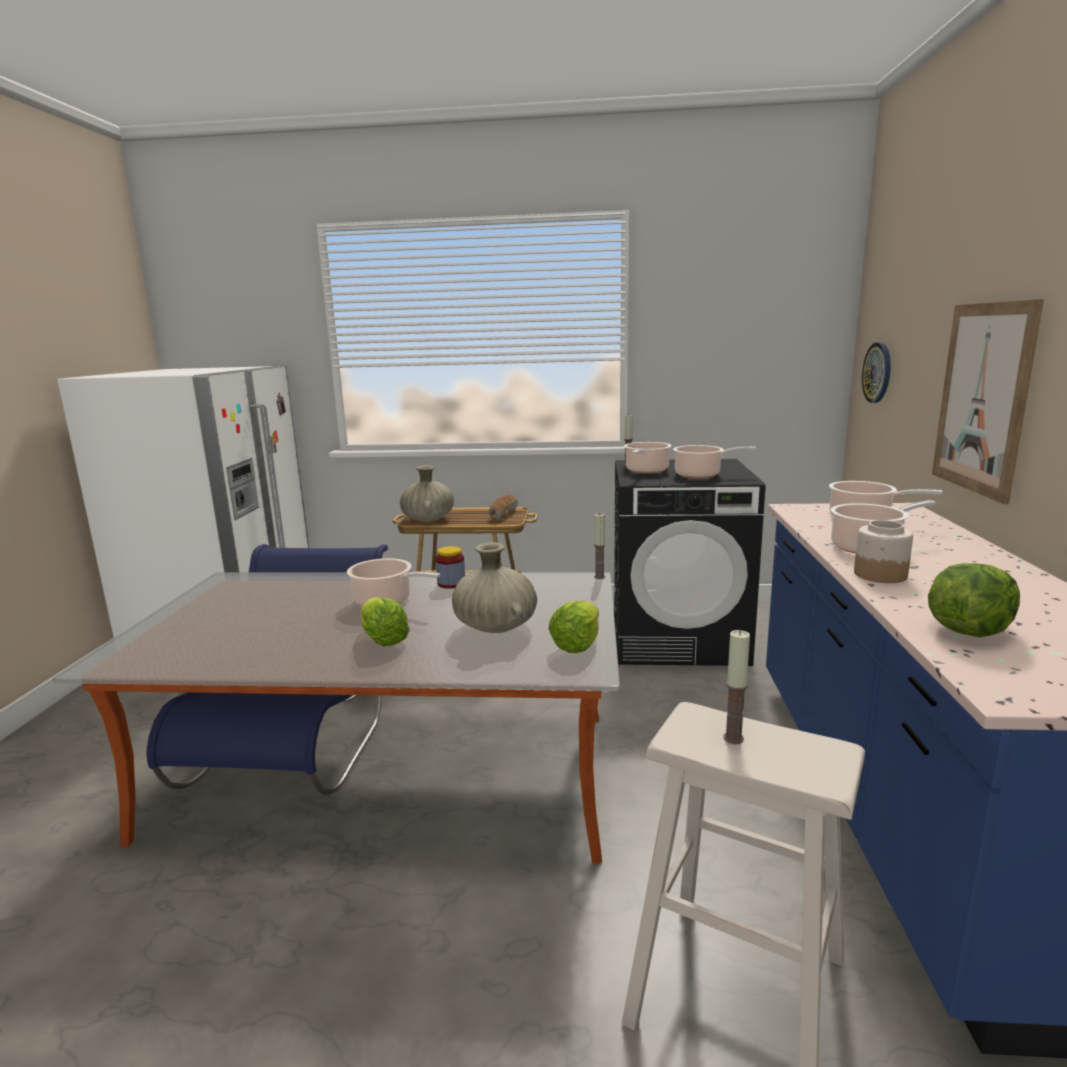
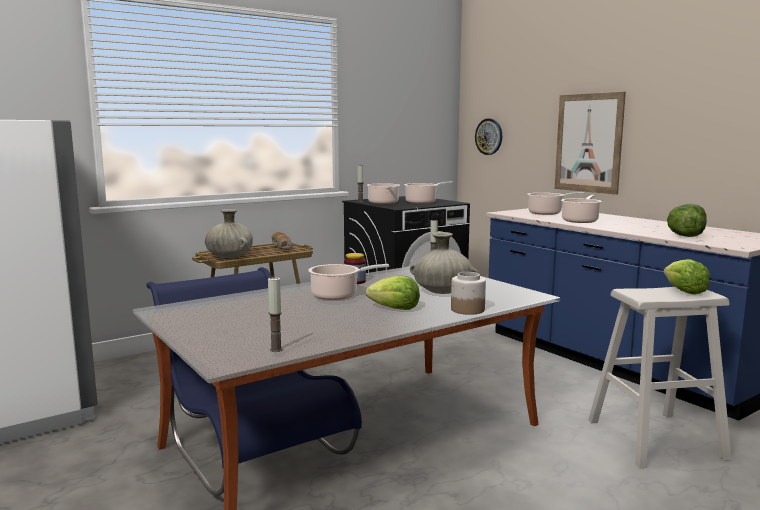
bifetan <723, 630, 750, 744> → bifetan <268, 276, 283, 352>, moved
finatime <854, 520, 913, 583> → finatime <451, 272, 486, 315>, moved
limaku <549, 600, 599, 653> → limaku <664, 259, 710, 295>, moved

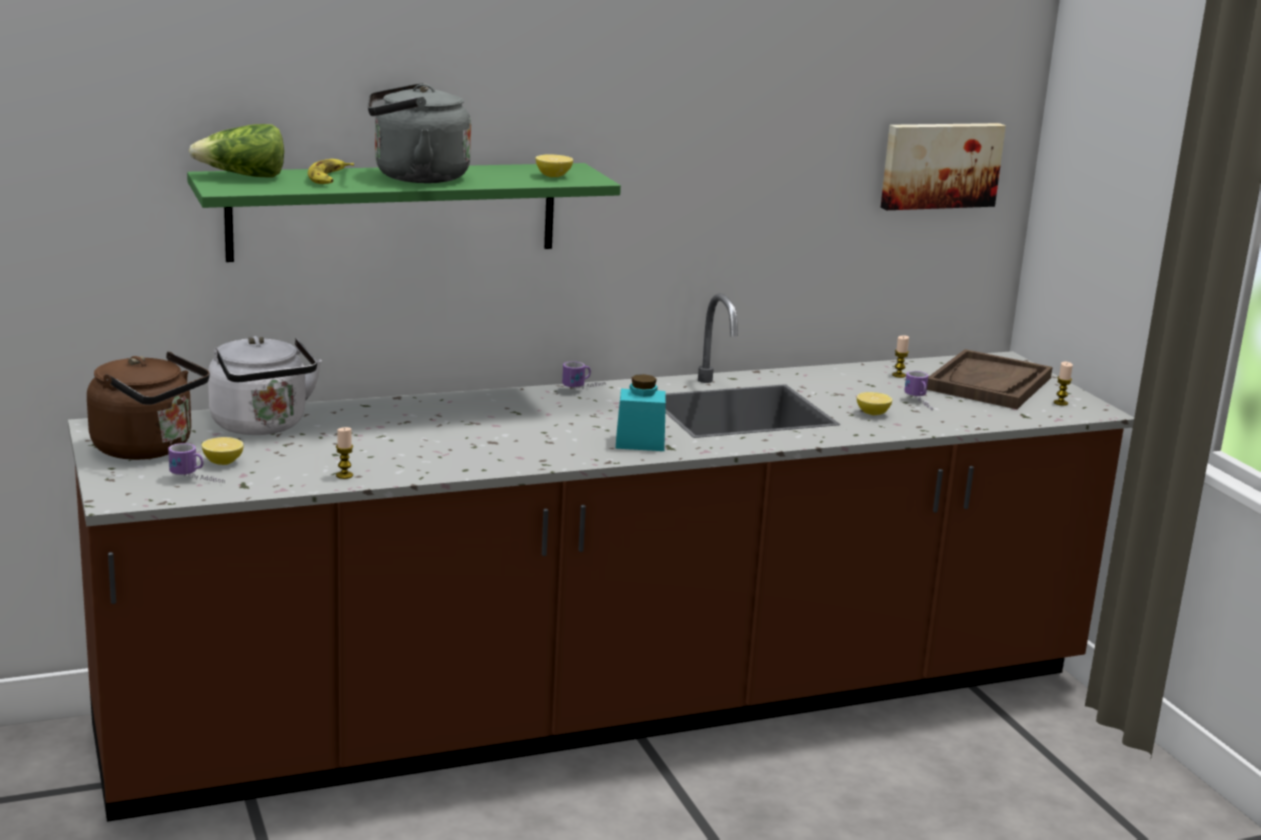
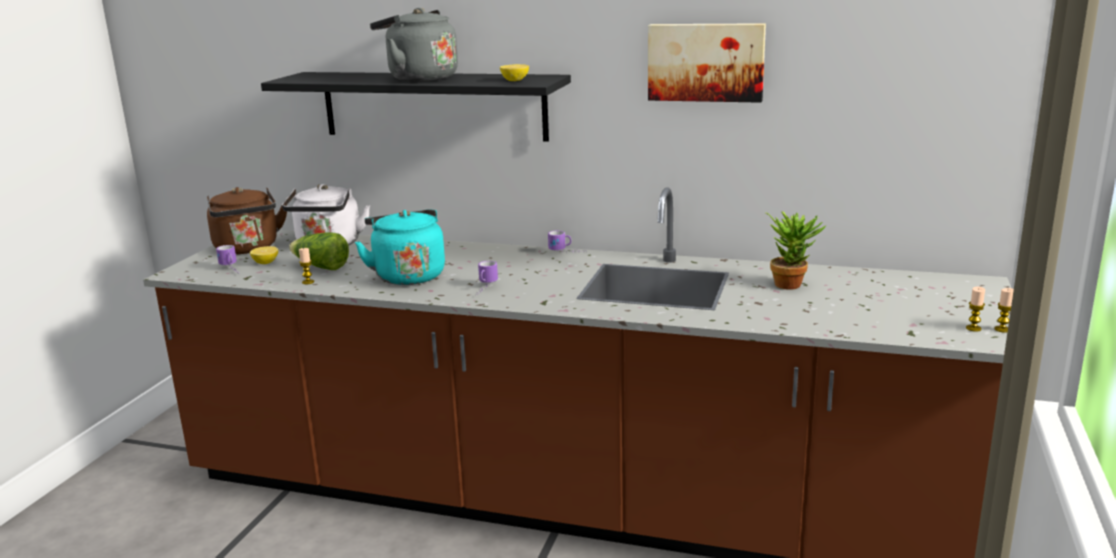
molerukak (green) <187, 163, 621, 262> → molerukak (black) <261, 72, 571, 142>
limaku <189, 124, 284, 178> → limaku <289, 232, 349, 270>, moved
- → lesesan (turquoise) <355, 209, 445, 285>
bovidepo <904, 371, 933, 410> → bovidepo <476, 261, 498, 295>, moved
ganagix <881, 123, 1006, 210> → ganagix <648, 23, 766, 103>, moved
- → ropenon <765, 211, 827, 290>
bifetan <892, 335, 909, 378> → bifetan <994, 288, 1014, 333>, moved
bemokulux <308, 159, 354, 184> → -
finatime (turquoise) <616, 374, 666, 451> → -
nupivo <857, 392, 892, 415> → -
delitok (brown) <927, 349, 1053, 409> → -

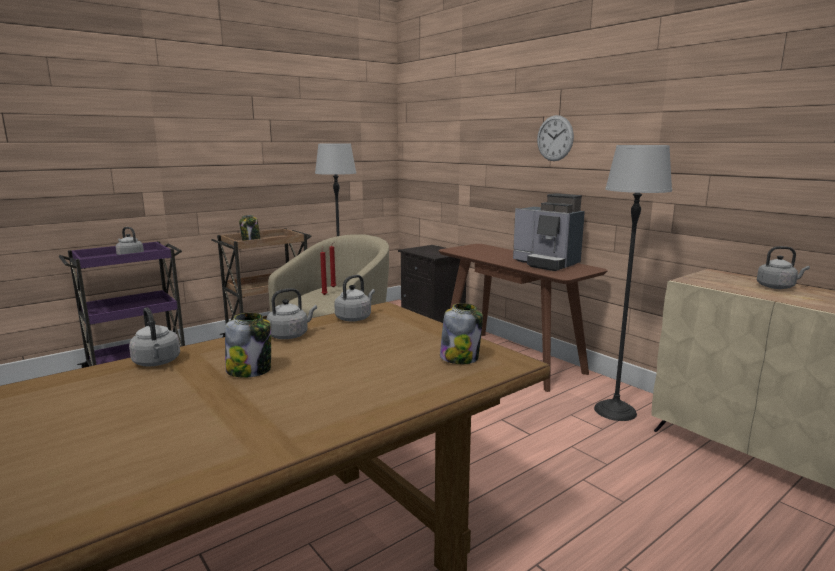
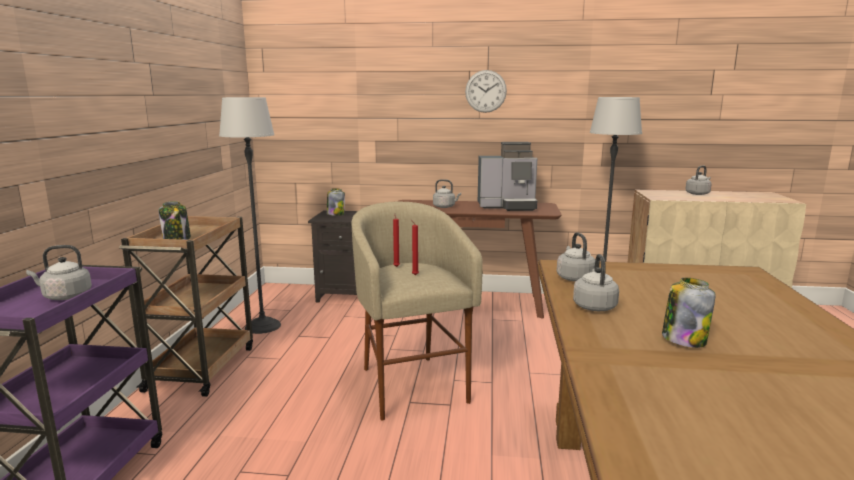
finatime <440, 303, 483, 364> → finatime <327, 188, 345, 216>, moved
lesesan (grey) <129, 307, 180, 367> → lesesan (grey) <433, 179, 461, 208>, moved

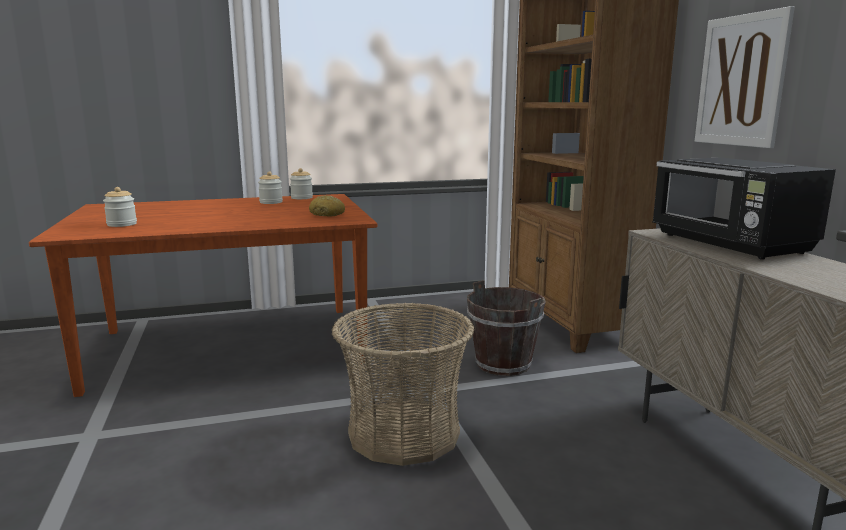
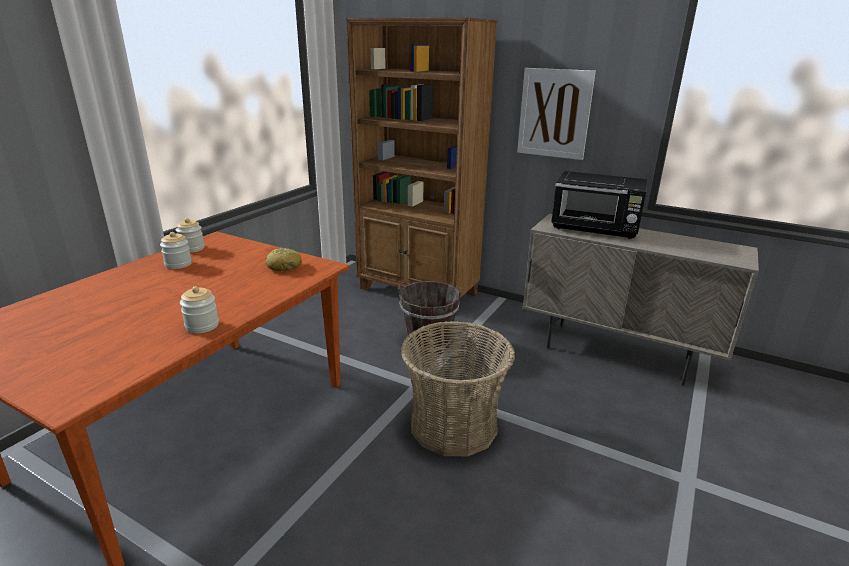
finatime <103, 187, 137, 227> → finatime <180, 286, 219, 333>, moved

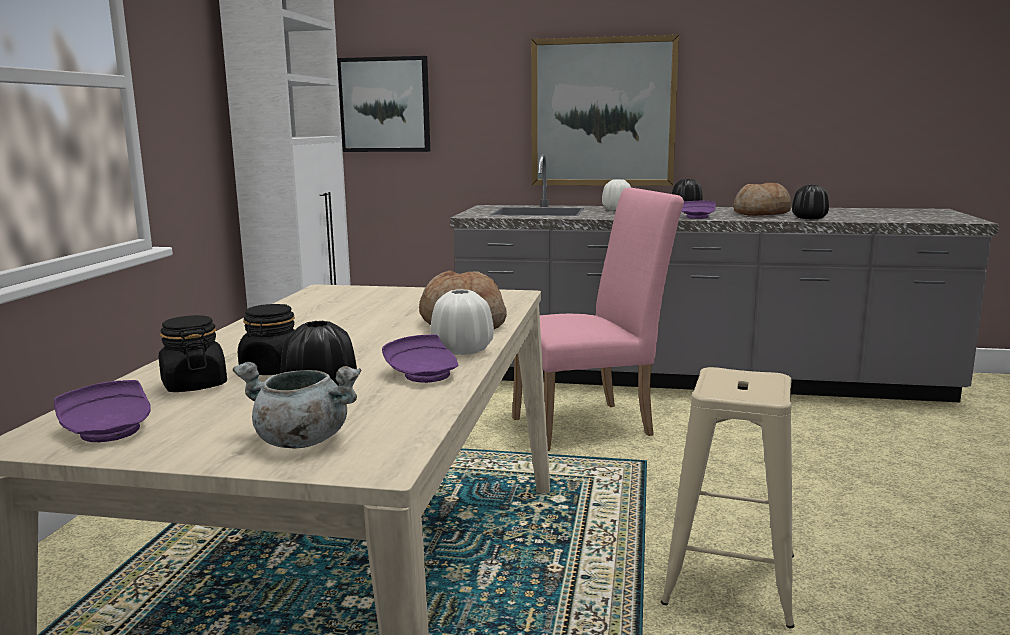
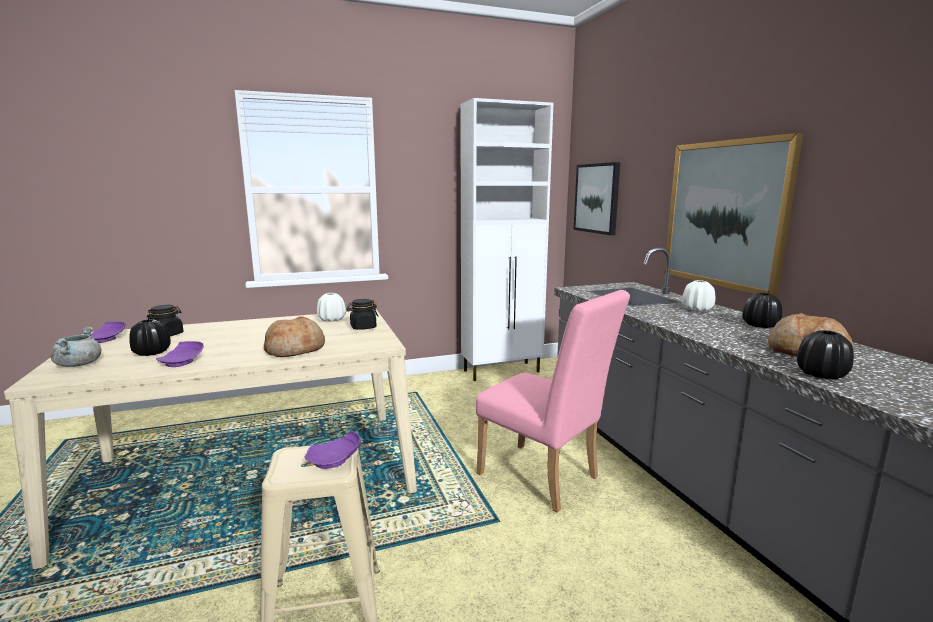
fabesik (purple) <682, 201, 716, 219> → fabesik (purple) <305, 431, 360, 469>, moved
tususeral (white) <430, 289, 494, 355> → tususeral (white) <317, 293, 346, 322>, moved
finatime (black) <238, 304, 295, 375> → finatime (black) <346, 299, 378, 330>, moved

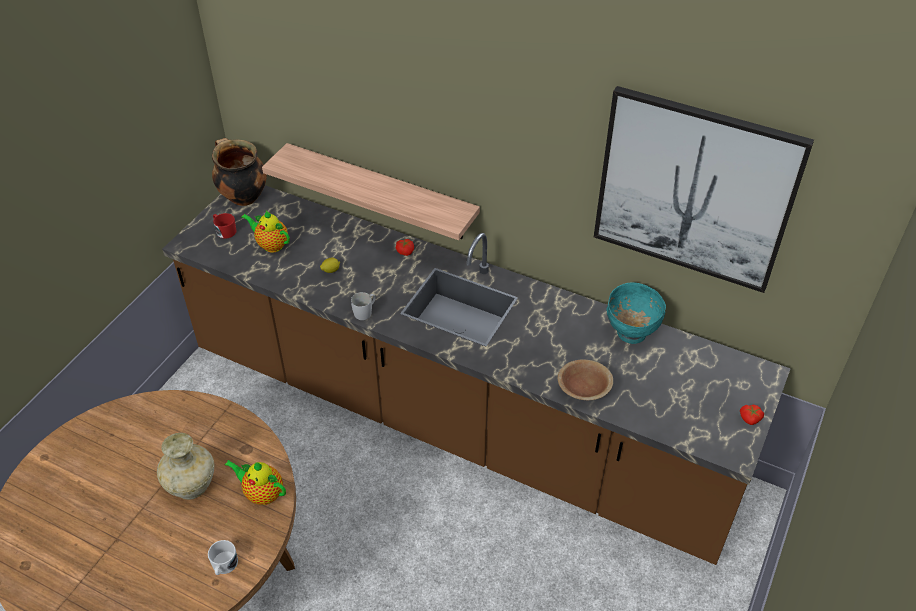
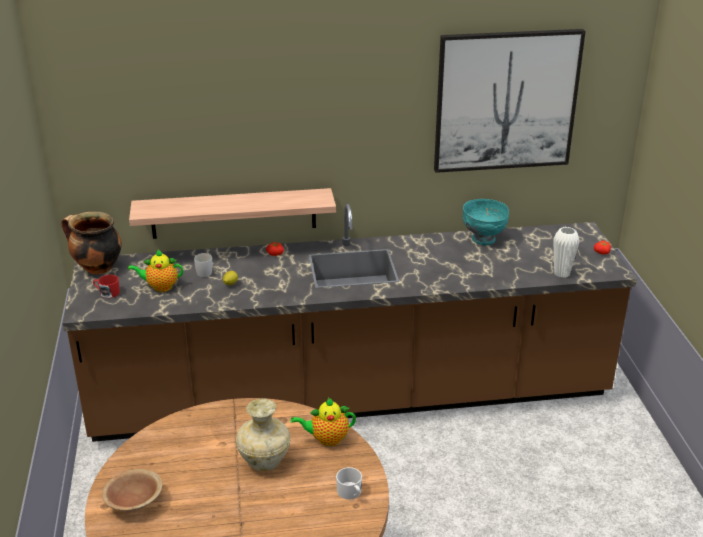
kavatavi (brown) <558, 359, 613, 400> → kavatavi (brown) <102, 469, 163, 511>, moved
bovidepo (white) <351, 292, 376, 320> → bovidepo (white) <194, 253, 212, 277>, moved
- → tususeral (white) <553, 227, 579, 278>

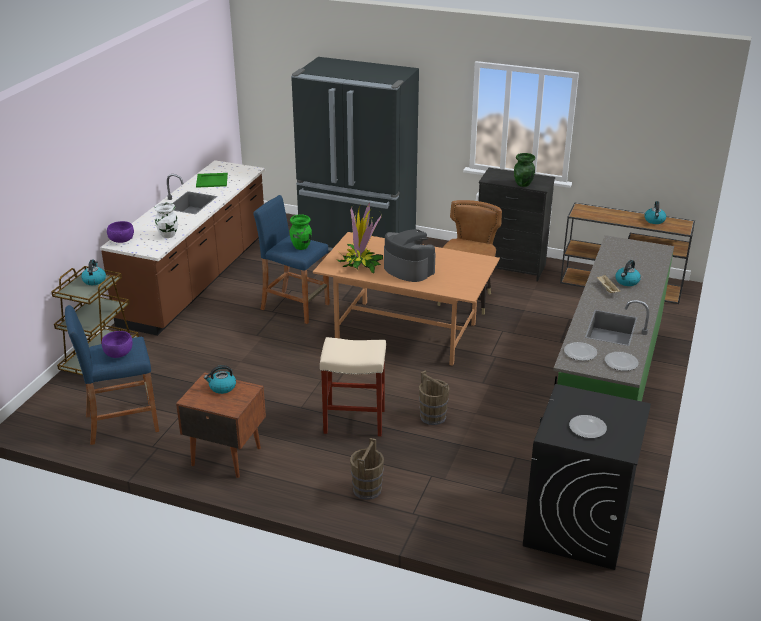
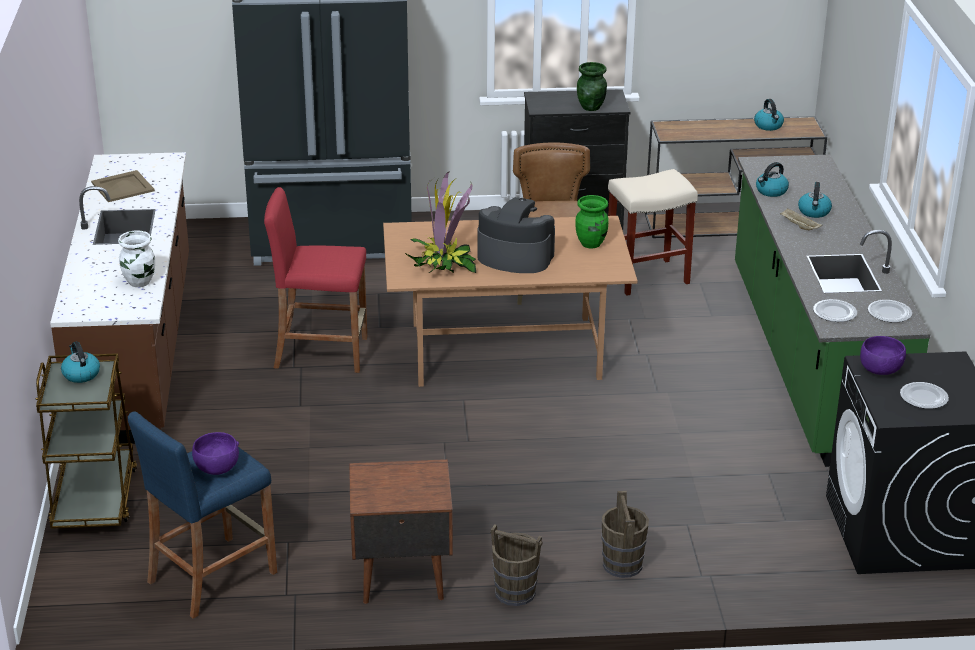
delitok (green) <196, 173, 228, 188> → delitok (beige) <91, 170, 155, 202>
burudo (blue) <254, 195, 330, 324> → burudo (red) <264, 187, 367, 373>
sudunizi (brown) <419, 371, 450, 425> → sudunizi (brown) <490, 524, 543, 606>, moved
tususeral (green) <290, 214, 312, 250> → tususeral (green) <575, 195, 609, 249>, moved
burudo (beige) <320, 337, 386, 436> → burudo (beige) <608, 169, 698, 296>, moved
lesesan <204, 365, 236, 394> → lesesan <756, 162, 789, 197>, moved
kavatavi (purple) <107, 221, 134, 243> → kavatavi (purple) <860, 336, 906, 375>, moved

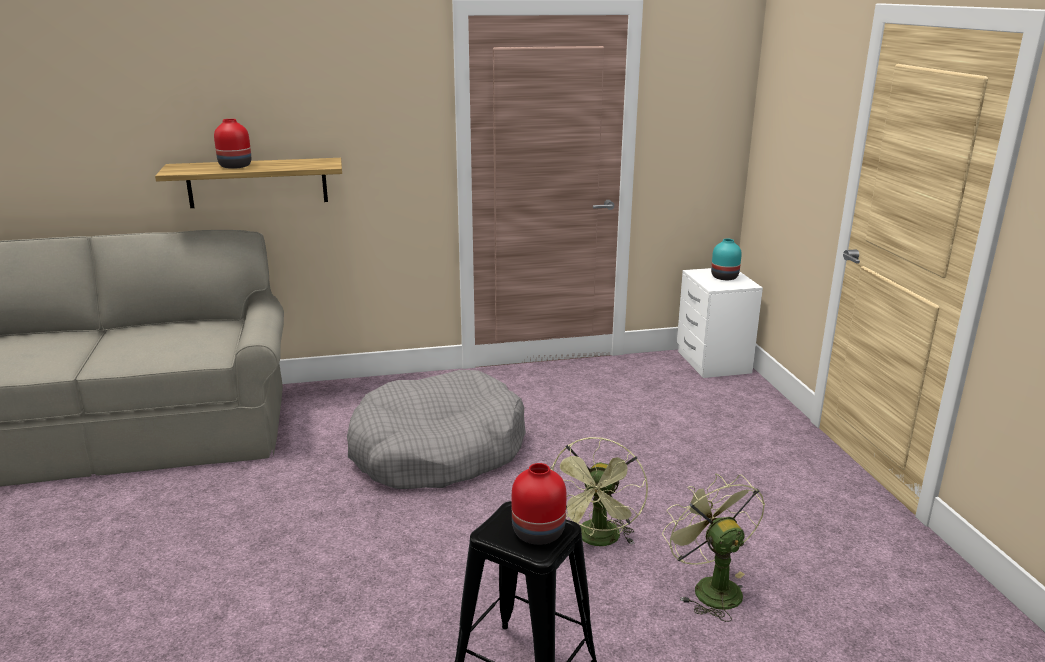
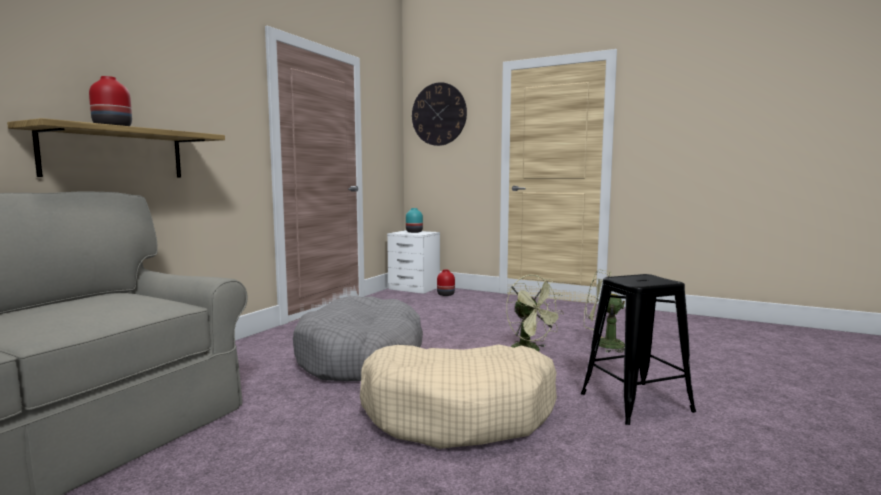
- → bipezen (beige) <360, 344, 557, 449>
- → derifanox <412, 82, 467, 146>
tususeral (red) <512, 463, 567, 545> → tususeral (red) <437, 270, 455, 296>, moved

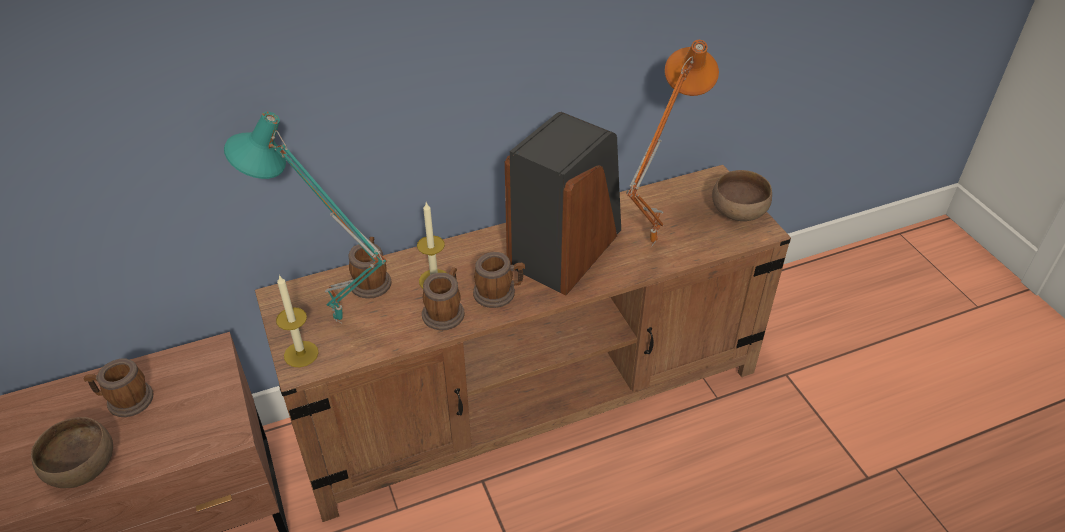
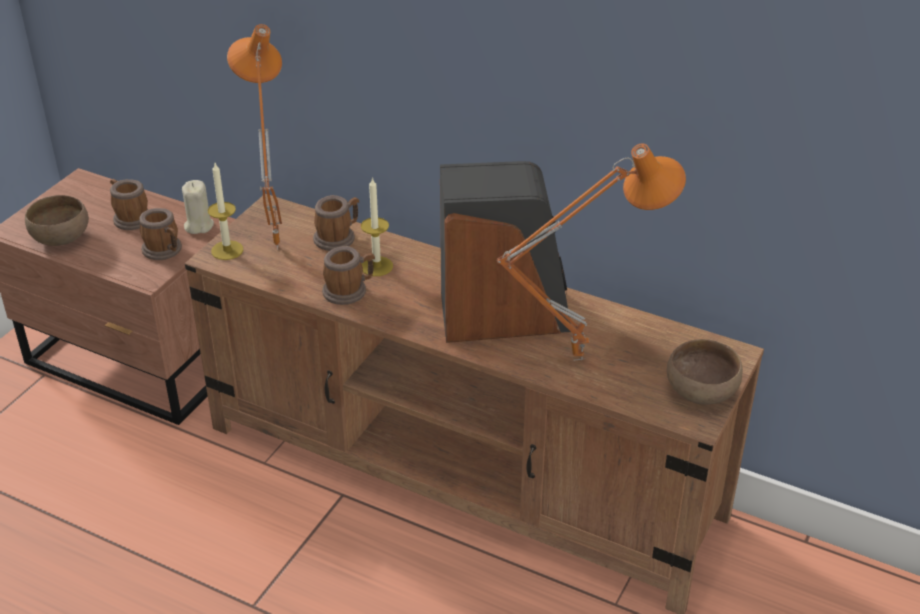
bovidepo <473, 252, 525, 308> → bovidepo <139, 208, 182, 260>, moved
- → bifetan (beige) <182, 180, 214, 234>
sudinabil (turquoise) <224, 112, 387, 324> → sudinabil (orange) <227, 24, 282, 251>

